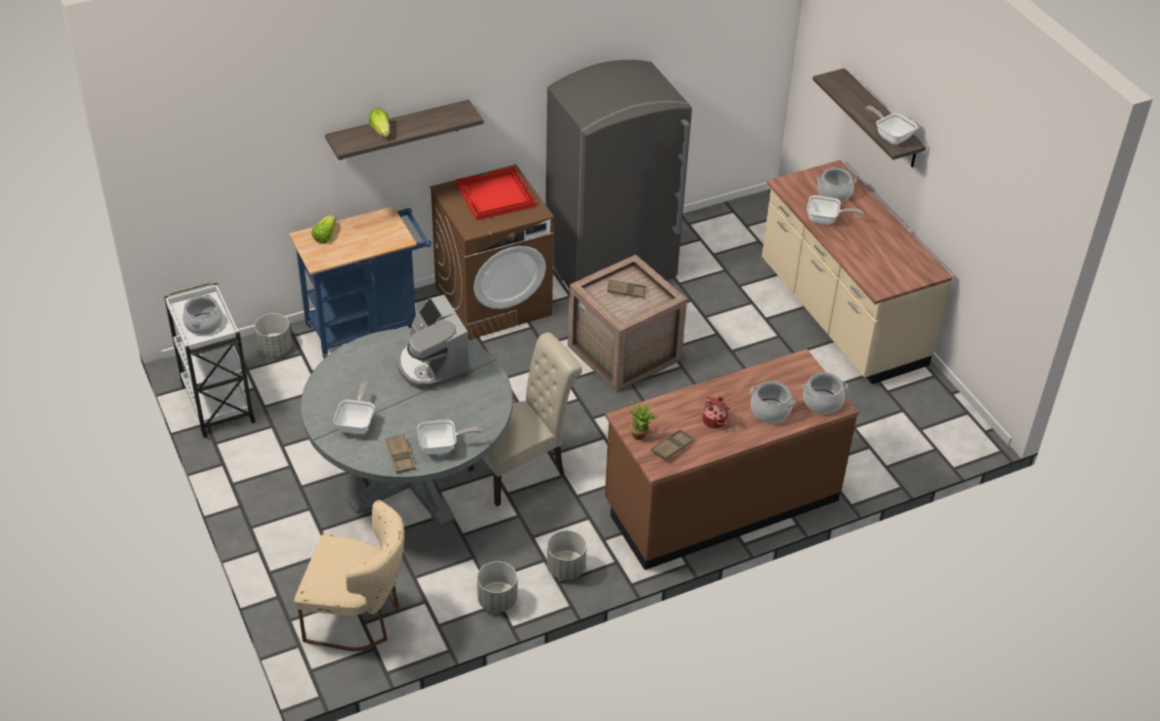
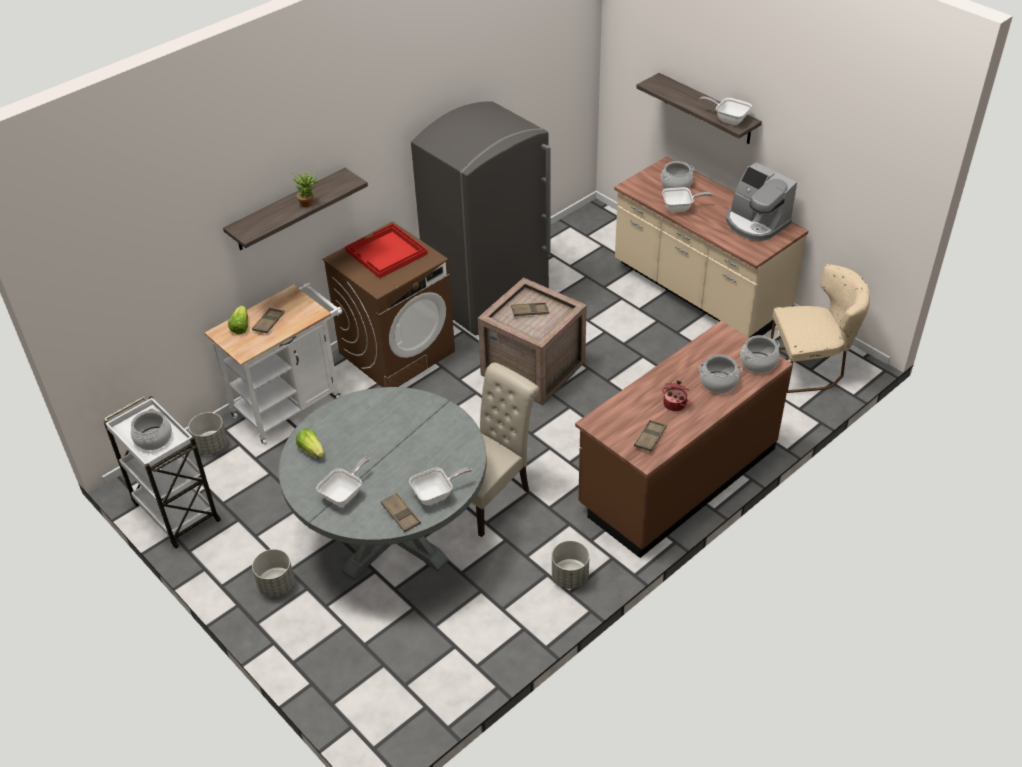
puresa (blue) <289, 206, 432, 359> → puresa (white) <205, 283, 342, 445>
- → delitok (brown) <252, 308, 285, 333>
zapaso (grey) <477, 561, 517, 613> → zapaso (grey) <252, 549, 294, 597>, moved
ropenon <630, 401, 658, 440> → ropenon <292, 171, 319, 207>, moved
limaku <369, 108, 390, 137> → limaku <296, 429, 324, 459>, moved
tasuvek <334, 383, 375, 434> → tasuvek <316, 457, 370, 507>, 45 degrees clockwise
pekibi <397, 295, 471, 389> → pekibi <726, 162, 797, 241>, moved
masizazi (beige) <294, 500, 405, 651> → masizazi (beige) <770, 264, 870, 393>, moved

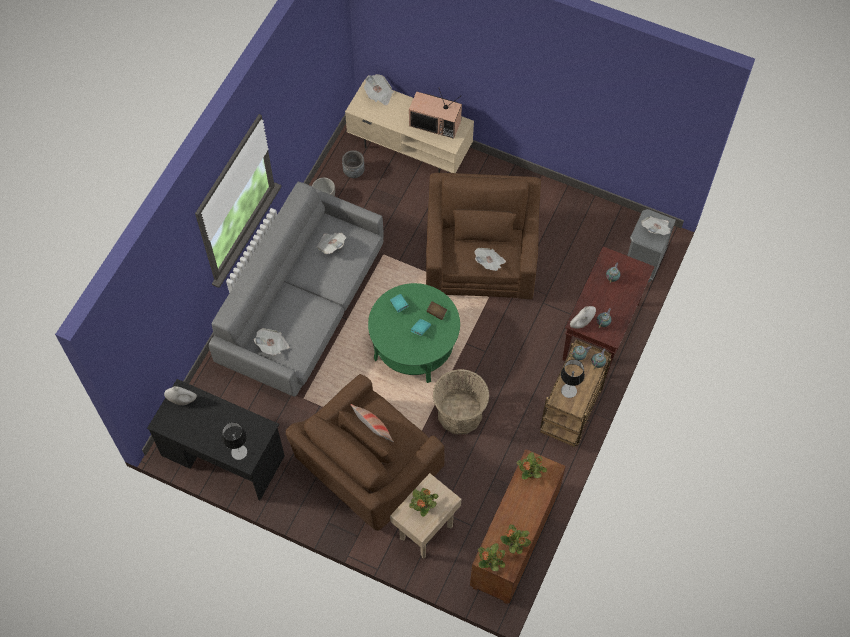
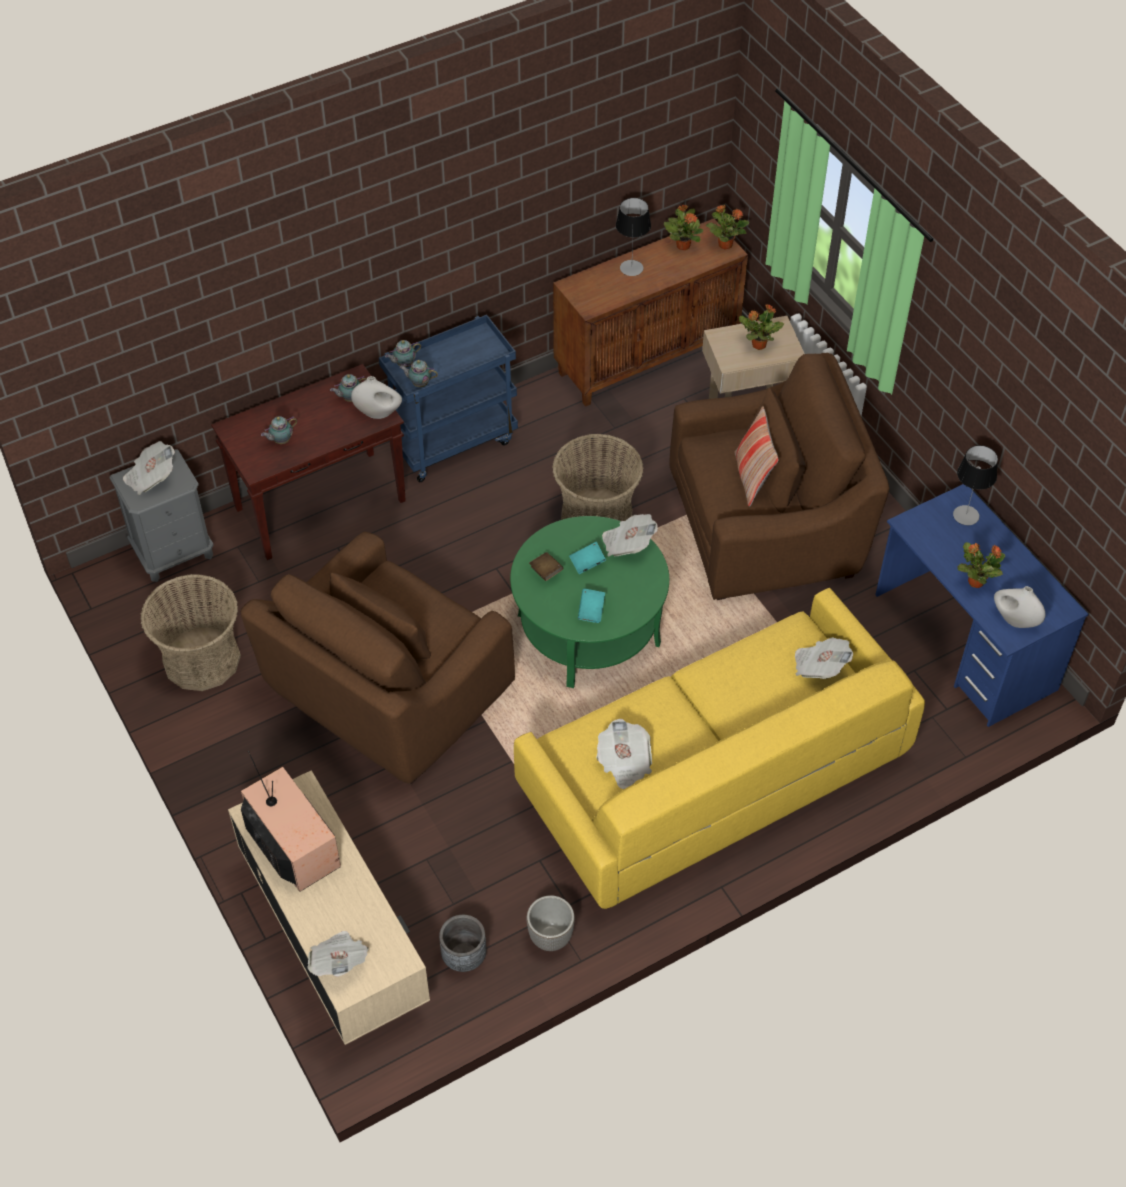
- → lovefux <141, 574, 241, 691>
puresa (brown) <540, 339, 611, 447> → puresa (blue) <379, 315, 518, 482>
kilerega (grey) <209, 182, 384, 397> → kilerega (yellow) <514, 588, 925, 909>
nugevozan <474, 248, 506, 271> → nugevozan <602, 514, 658, 556>, moved
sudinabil <561, 359, 585, 398> → sudinabil <616, 198, 651, 276>, moved
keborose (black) <147, 379, 285, 501> → keborose (blue) <875, 484, 1088, 727>
ropenon <517, 452, 547, 480> → ropenon <957, 542, 1005, 588>, moved

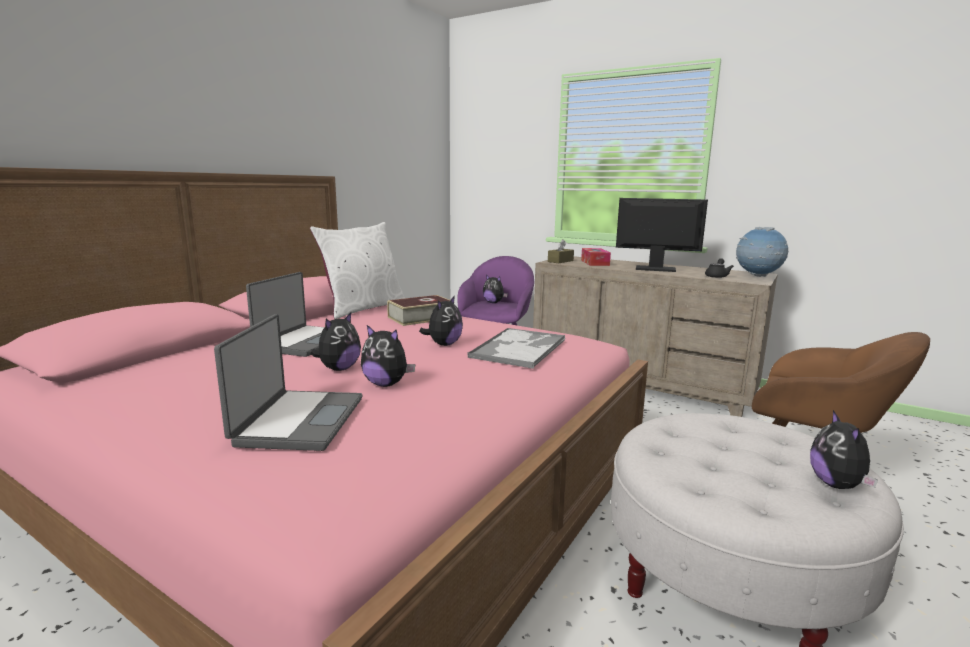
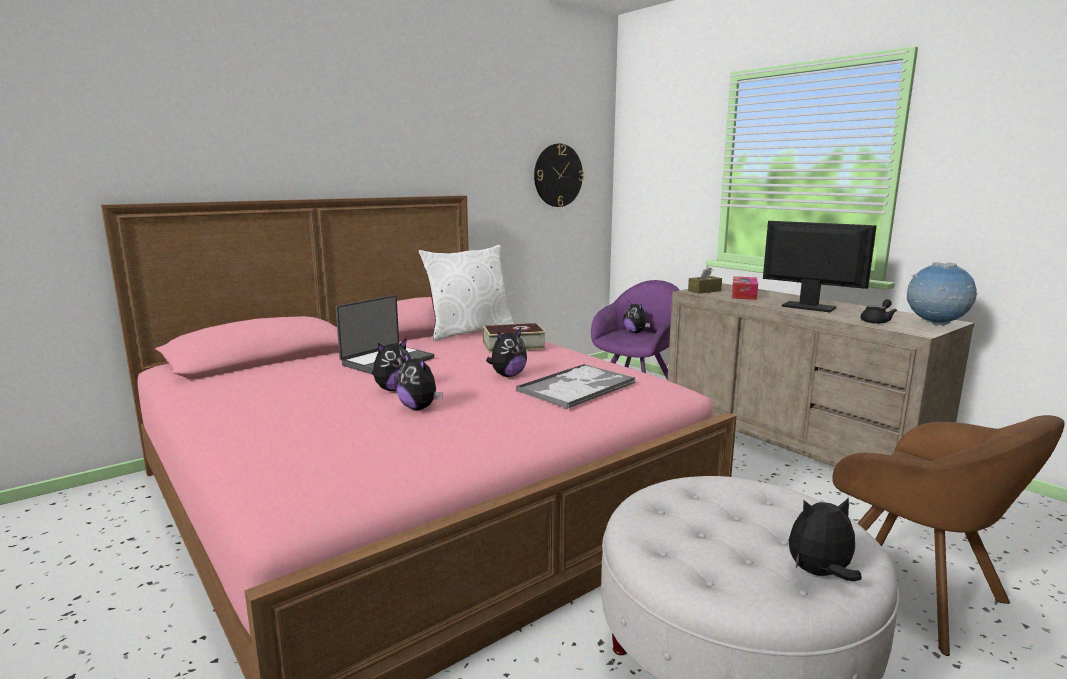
- → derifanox <534, 144, 584, 207>
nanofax <810, 410, 878, 489> → nanofax <788, 497, 862, 581>, 60 degrees clockwise
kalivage <214, 314, 363, 451> → -

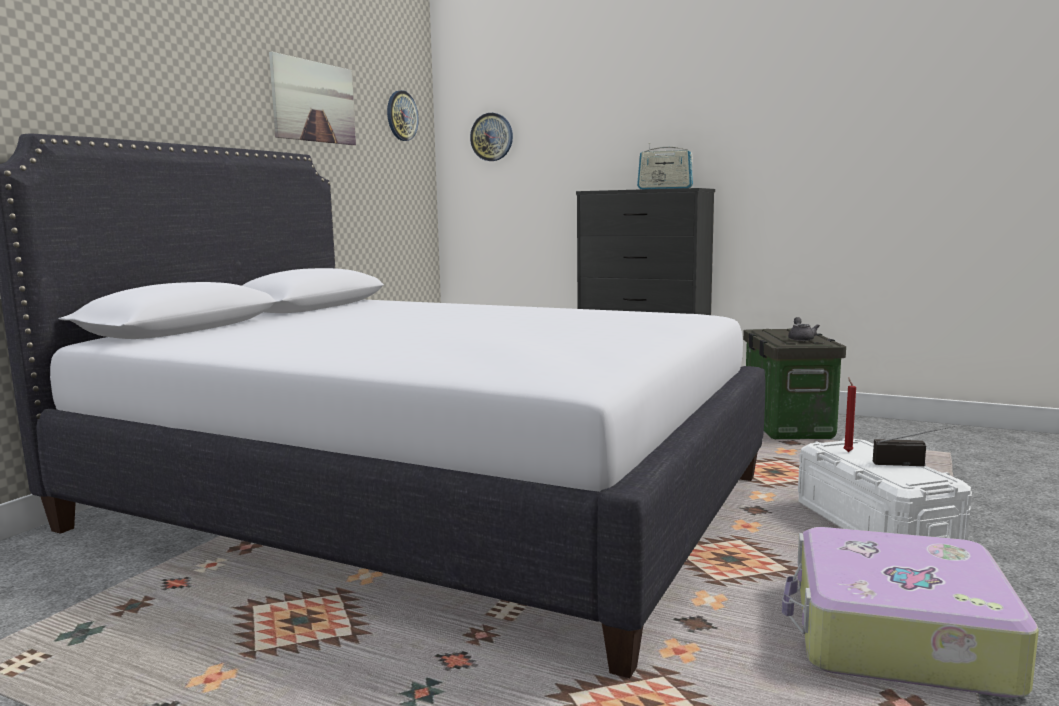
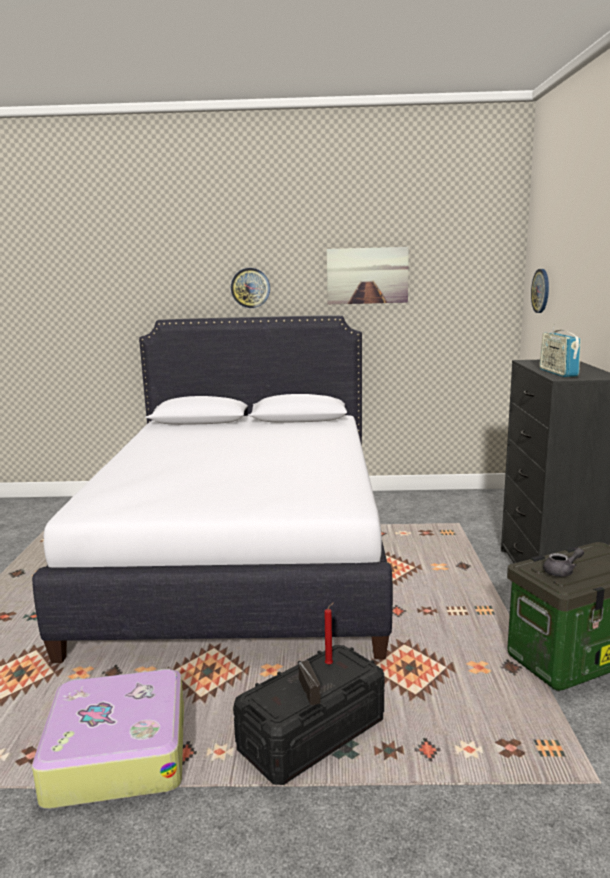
derifanox <387, 90, 418, 141> → derifanox <231, 268, 270, 308>, moved
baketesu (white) <798, 439, 972, 540> → baketesu (black) <233, 645, 384, 785>

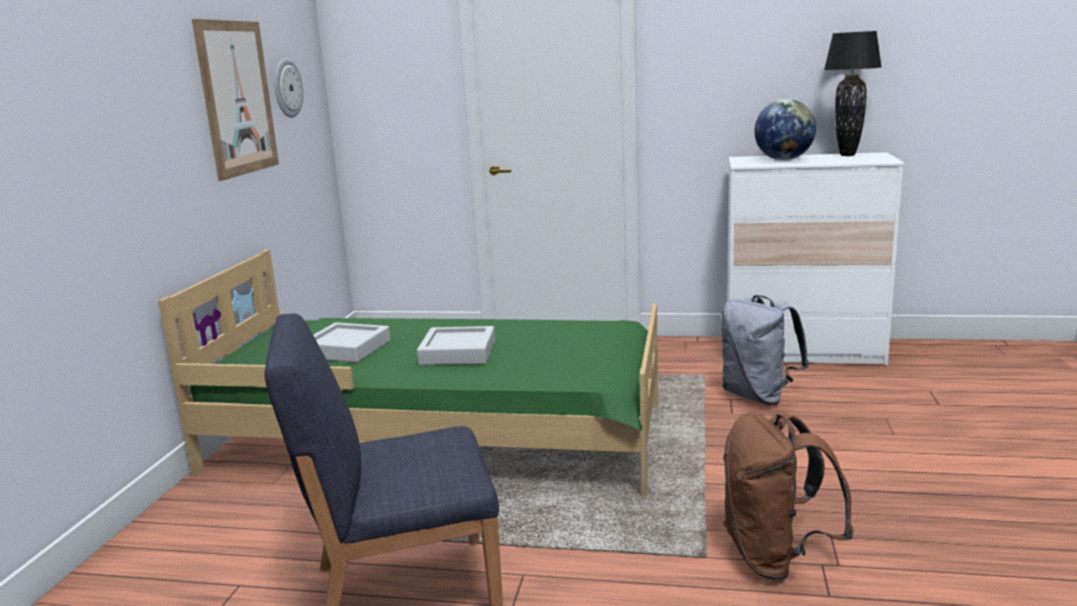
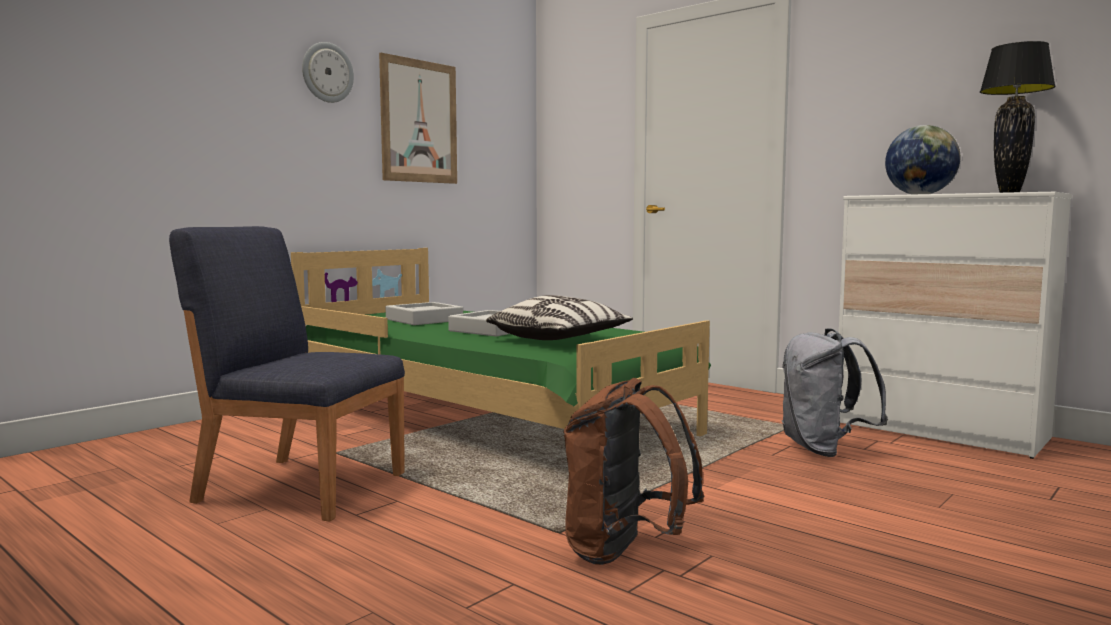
derifanox <275, 58, 303, 118> → derifanox <302, 42, 354, 103>, moved
- → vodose <486, 295, 633, 340>

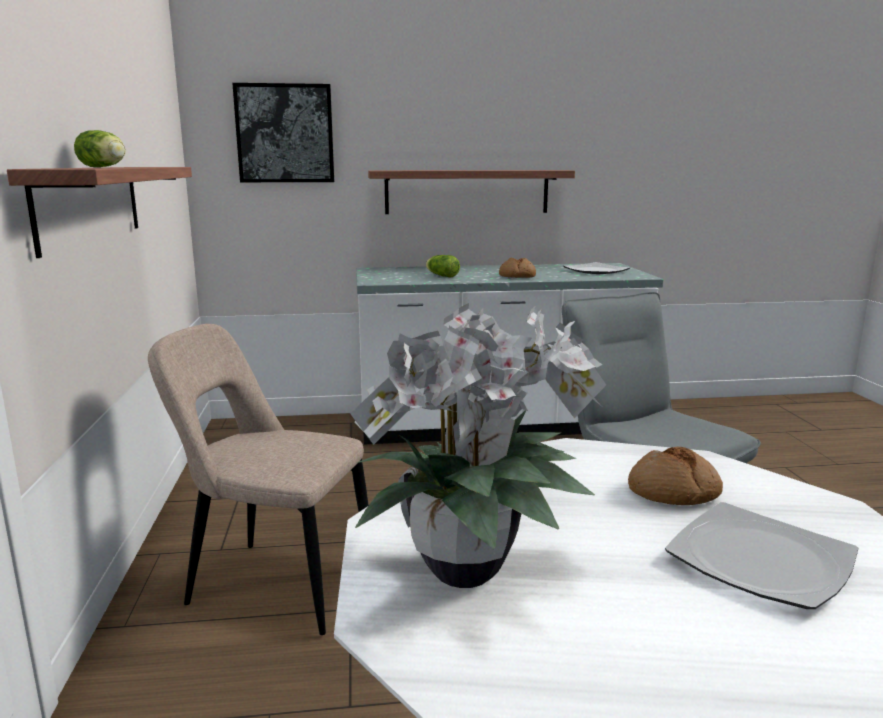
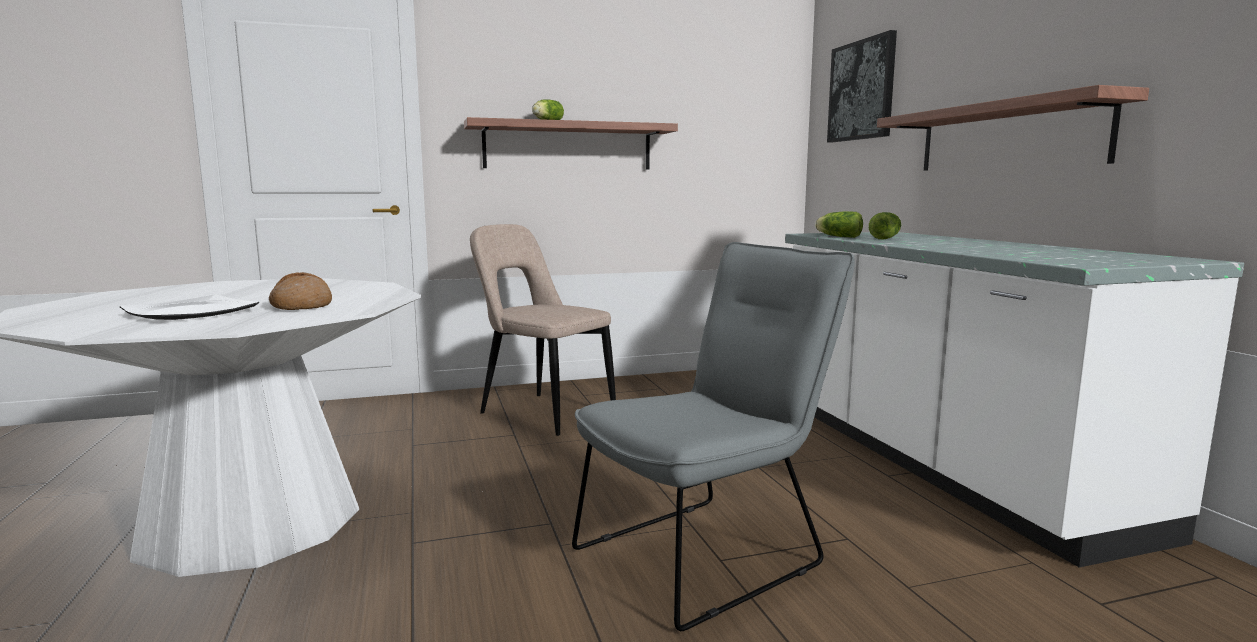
masizazi (beige) <148, 324, 369, 635> → masizazi (beige) <470, 224, 616, 436>, 60 degrees counterclockwise
- → limaku <815, 211, 863, 238>
ropenon <350, 303, 606, 588> → -
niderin <499, 258, 536, 278> → -
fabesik <563, 262, 630, 274> → -

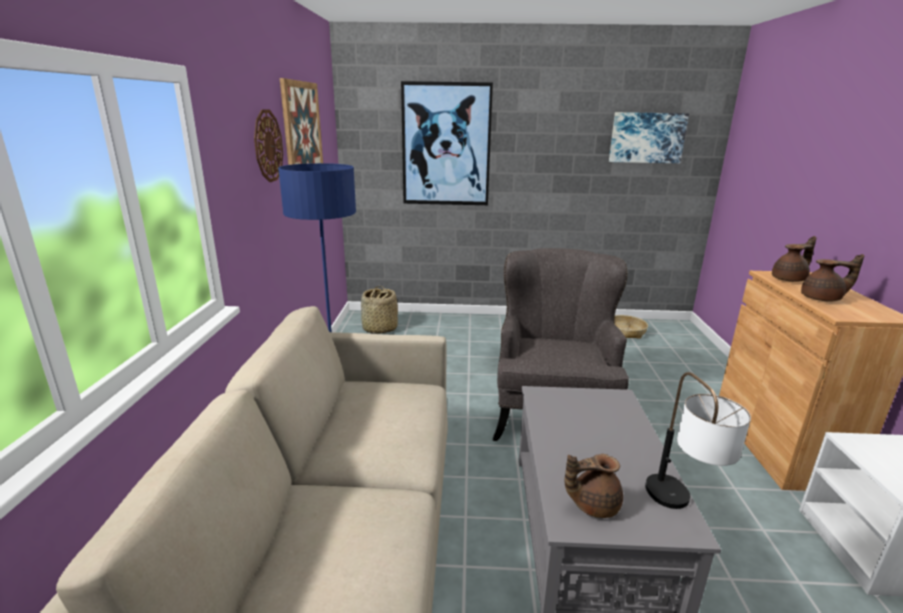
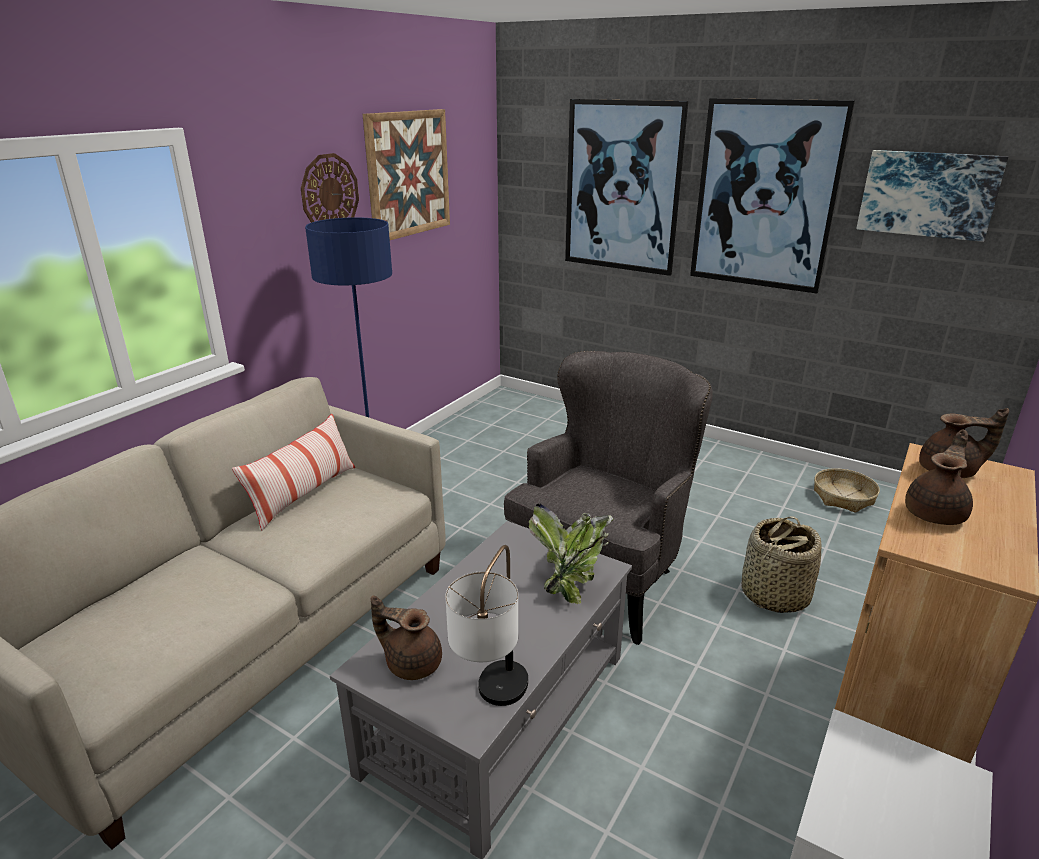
- → vodose <232, 414, 355, 531>
- → ropenon <529, 504, 613, 604>
- → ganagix <690, 98, 855, 294>
lovefux <361, 286, 398, 334> → lovefux <741, 516, 822, 613>, moved
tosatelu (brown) <801, 254, 864, 302> → tosatelu (brown) <905, 429, 973, 525>, 90 degrees counterclockwise

